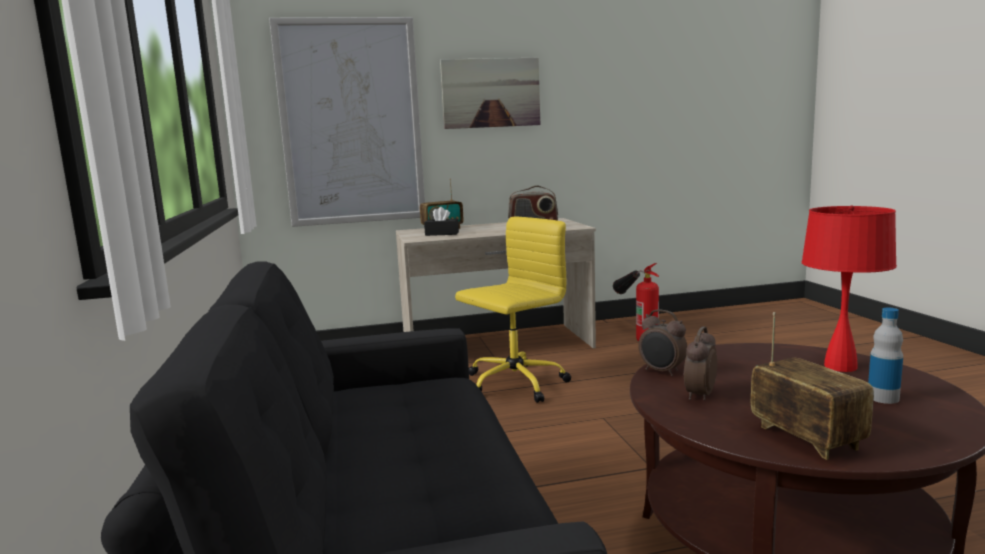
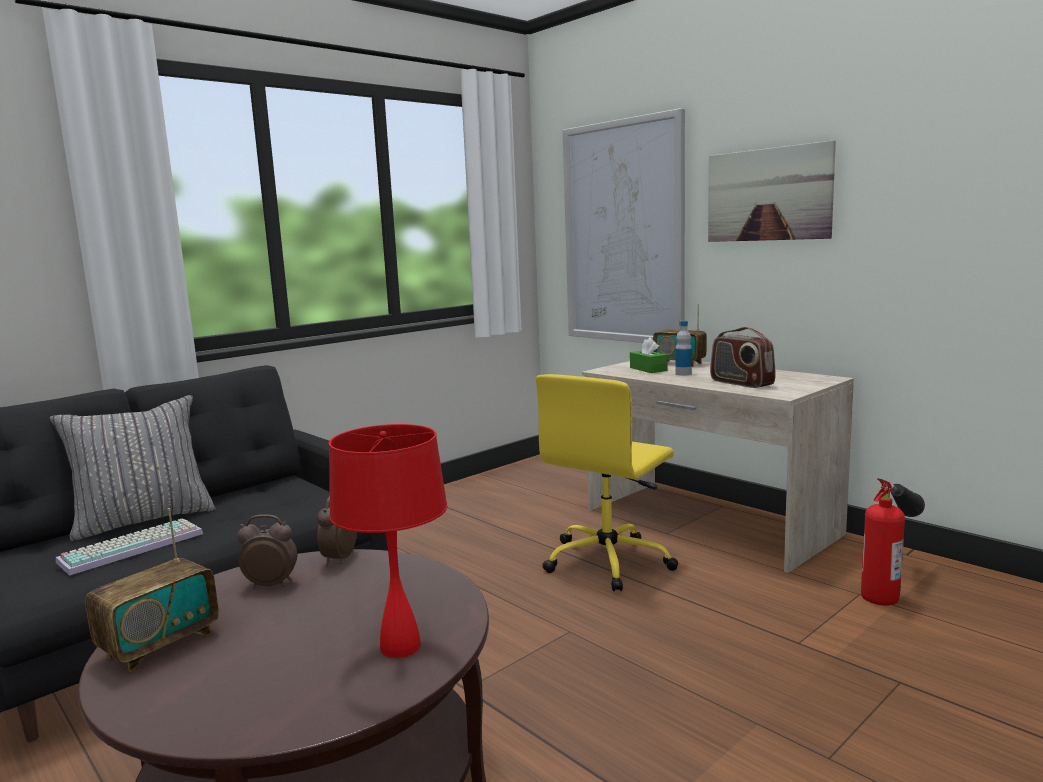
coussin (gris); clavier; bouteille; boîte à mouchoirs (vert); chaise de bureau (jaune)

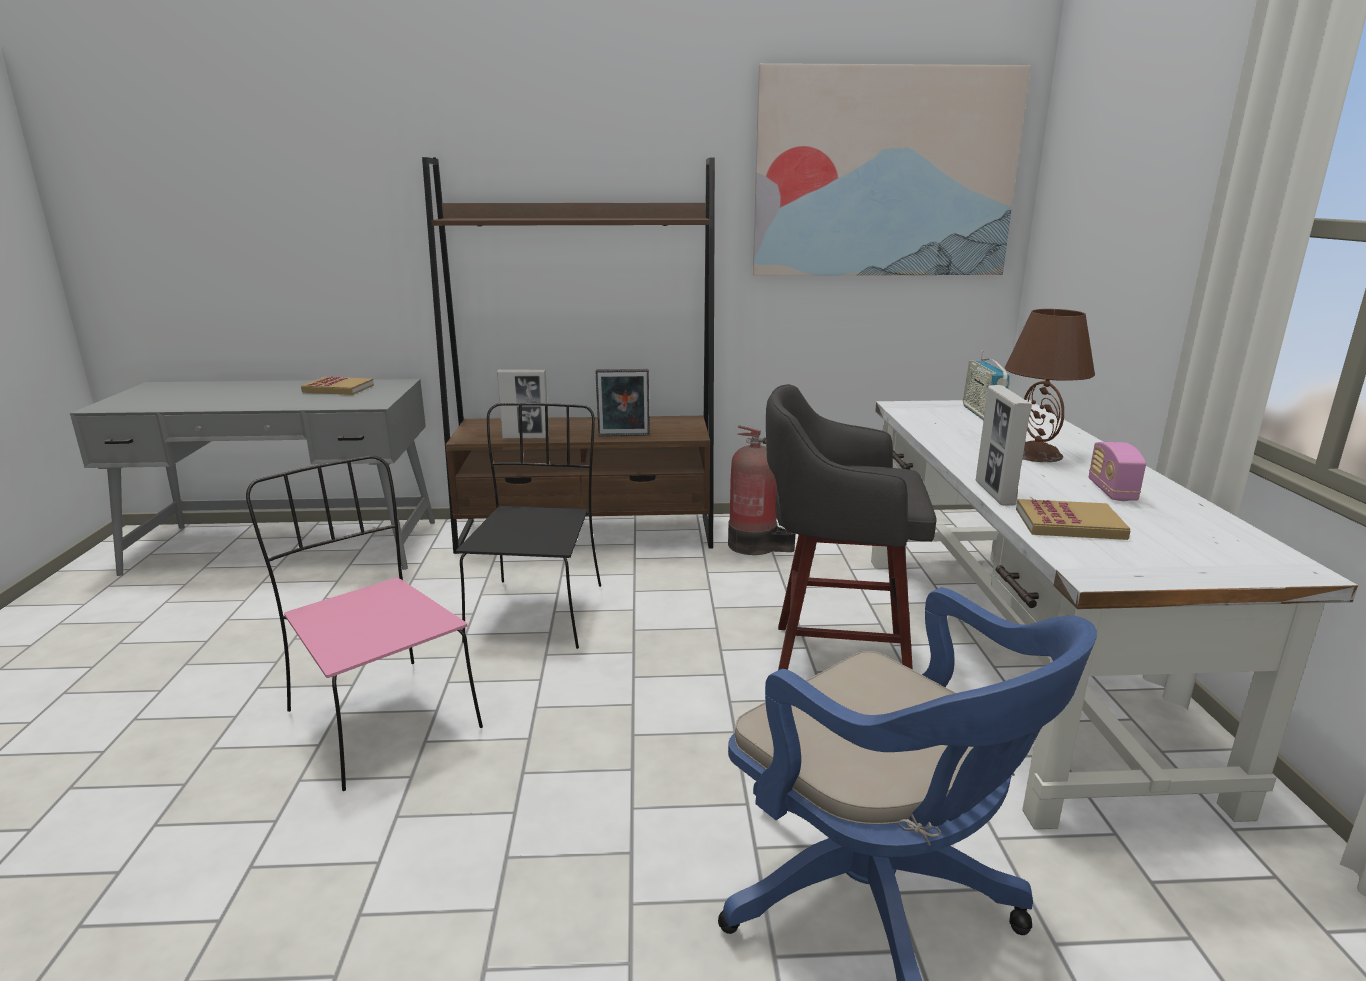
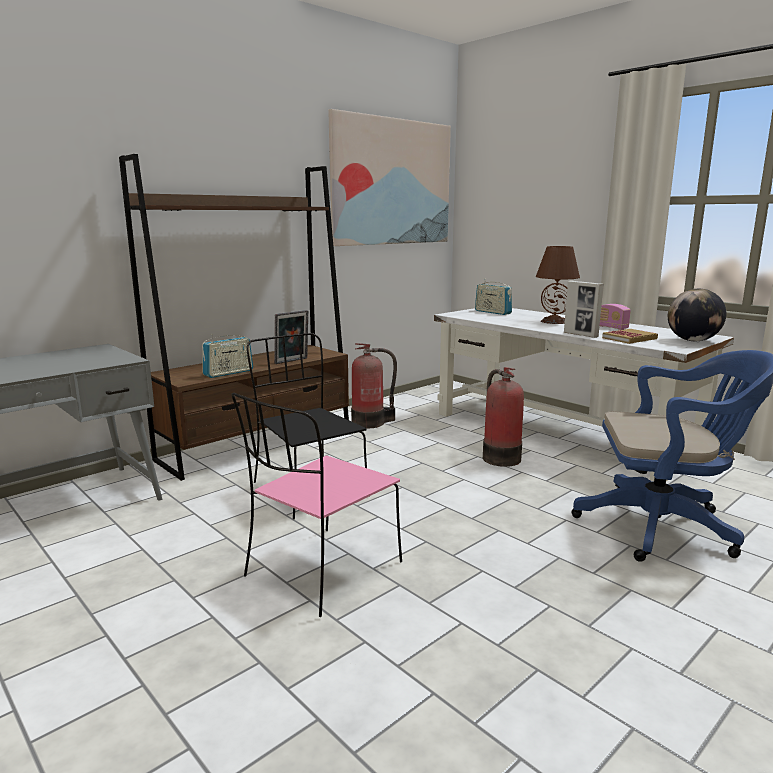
livre (1st from left in the first image); globe; radio (1st from left); extincteur (2nd from left); chaise (rose)

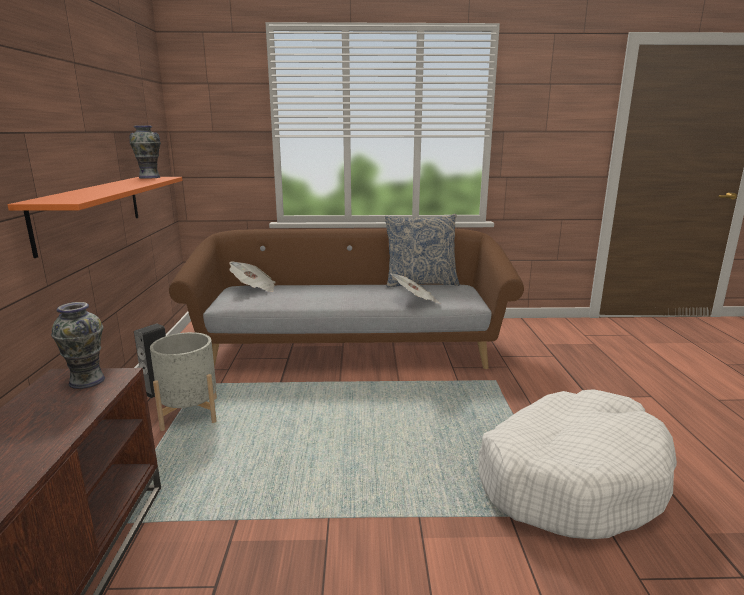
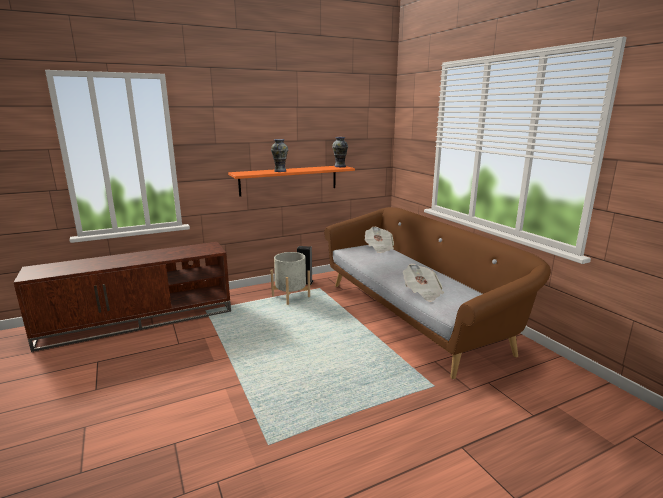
coussin; panier pour chien (blanc); vase (1st from left)

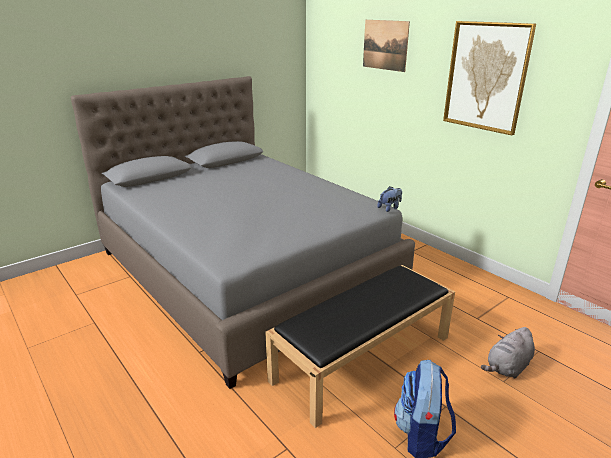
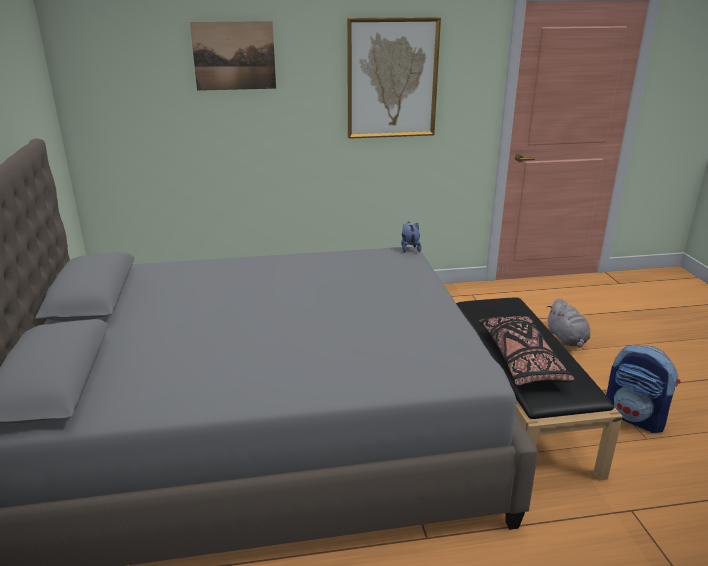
coussin (noir)

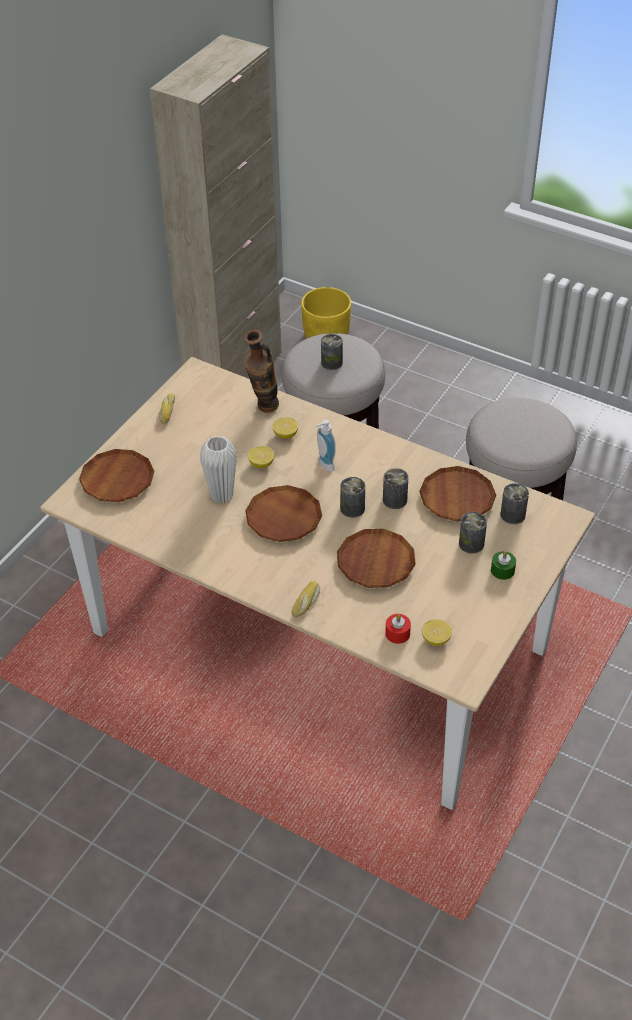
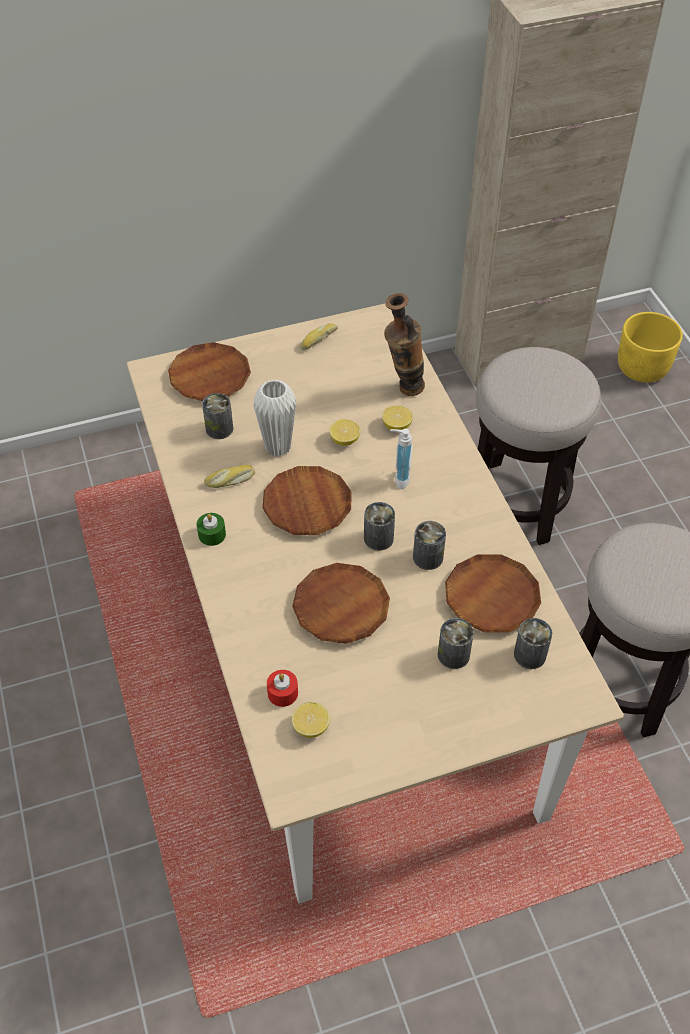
pain (1st from left); boîte métallique (1st from left); bougie (vert)

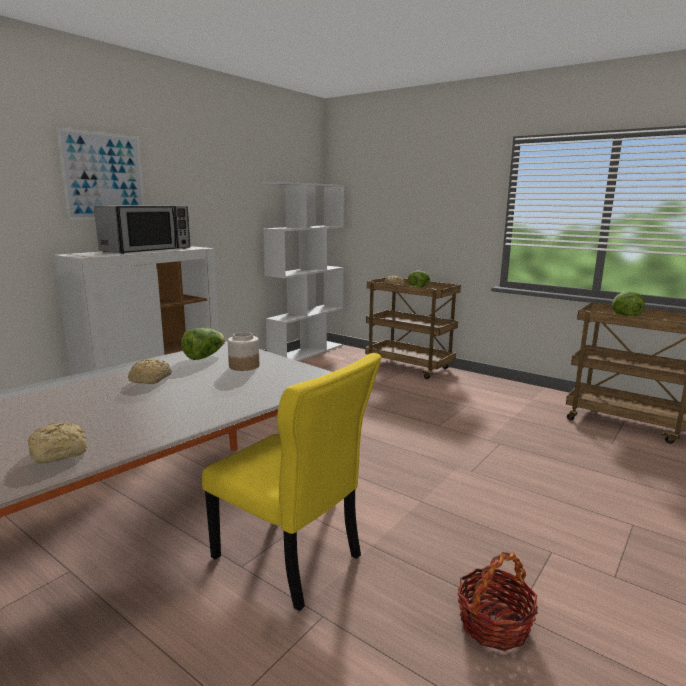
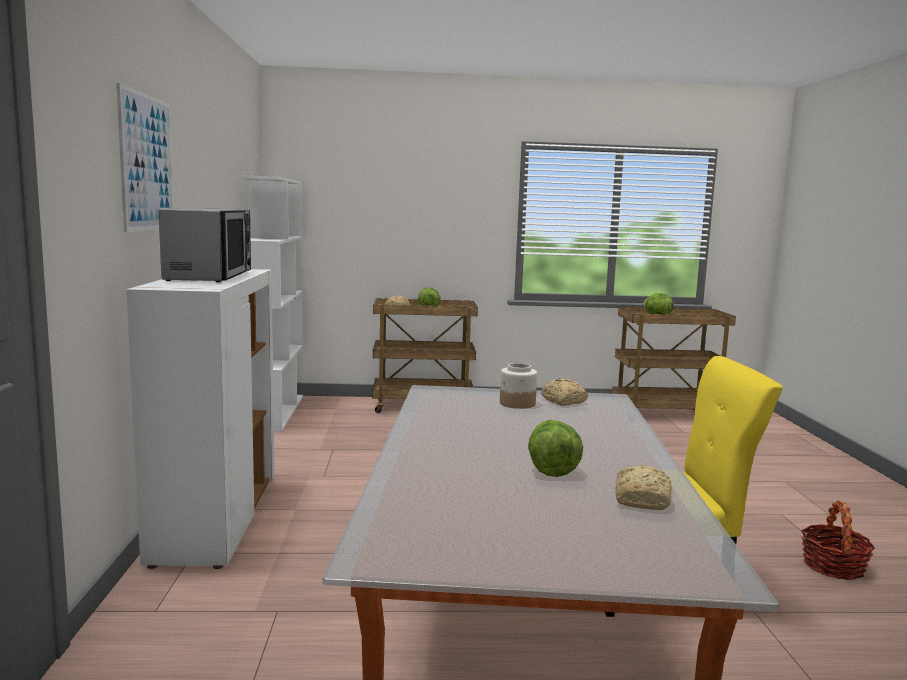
pain (2nd from left); laitue (2nd from left)

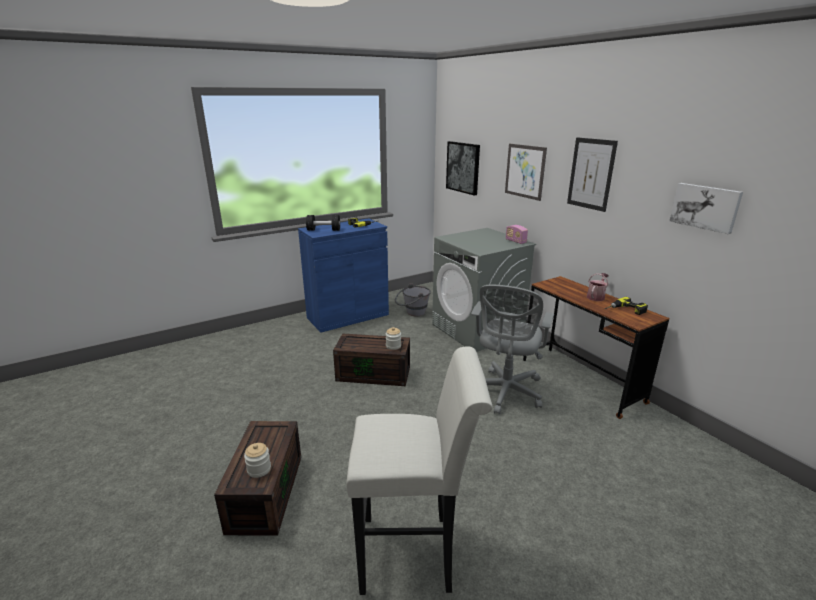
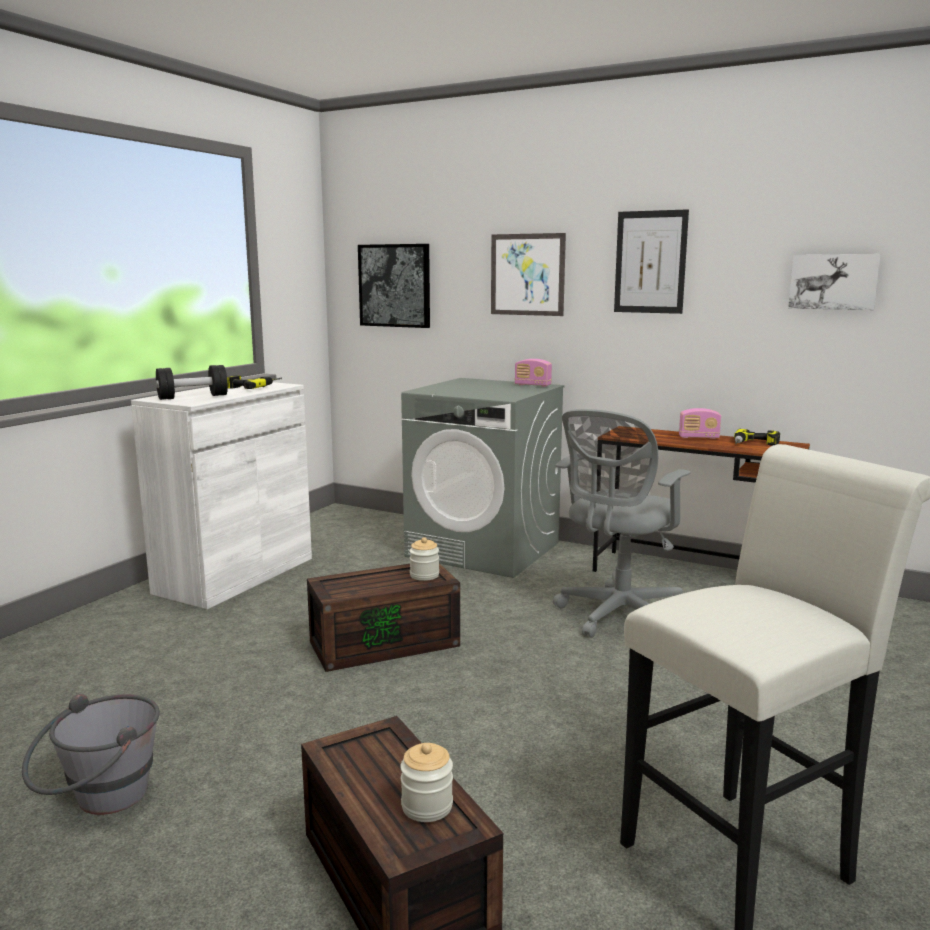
seau (gris); radio (2nd from left); meuble de rangement (blanc); chaise de bureau (gris)

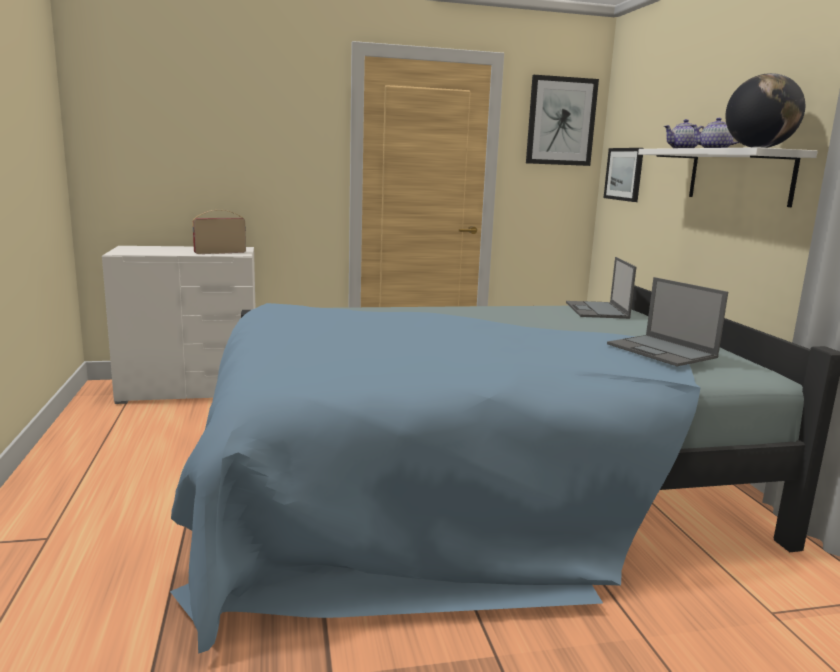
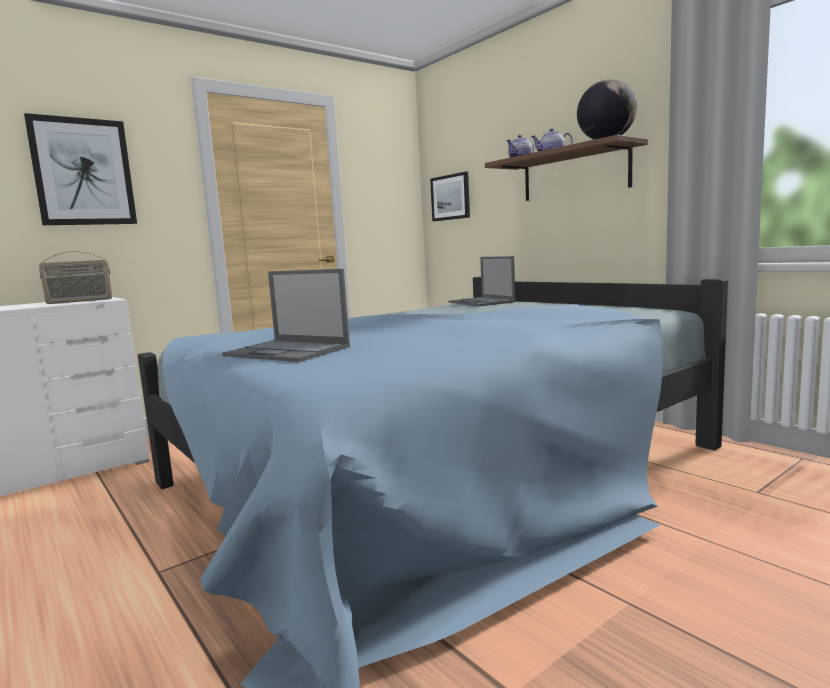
tableau (1st from left); ordinateur portable (1st from left); étagère (marron); radio

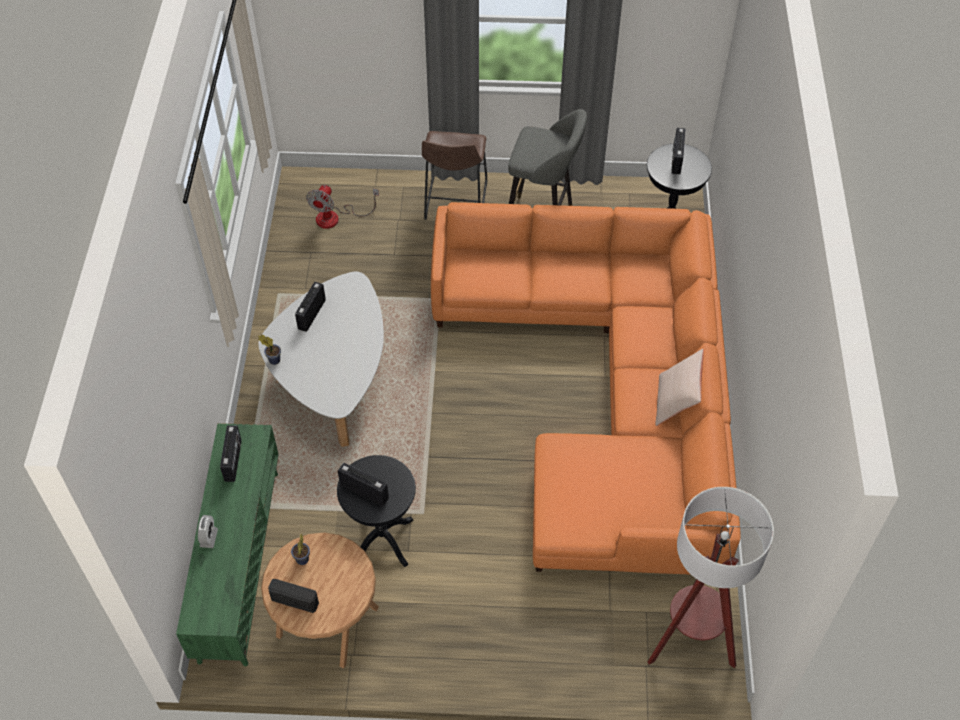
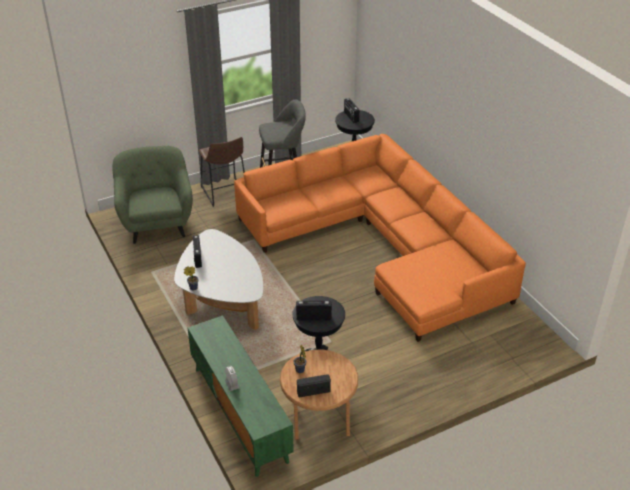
radio (1st from left in the first image); lampadaire; coussin (beige); fauteuil (vert)

